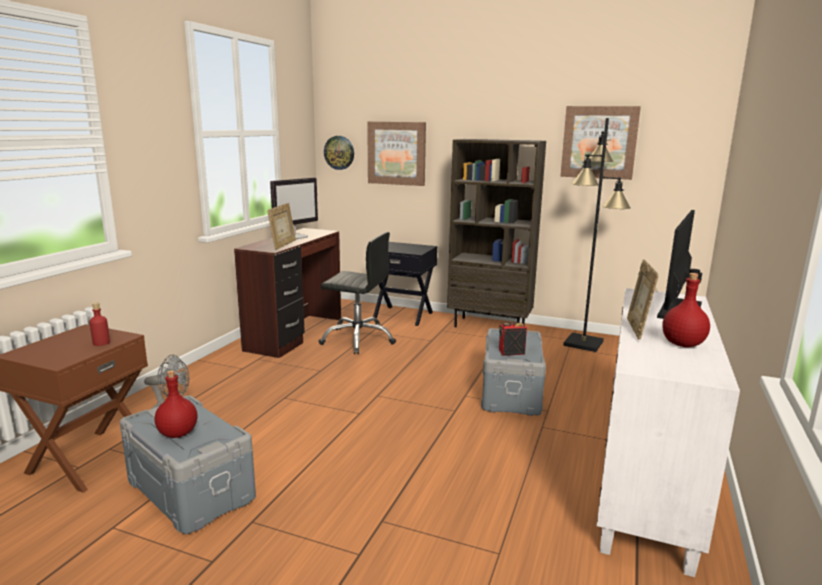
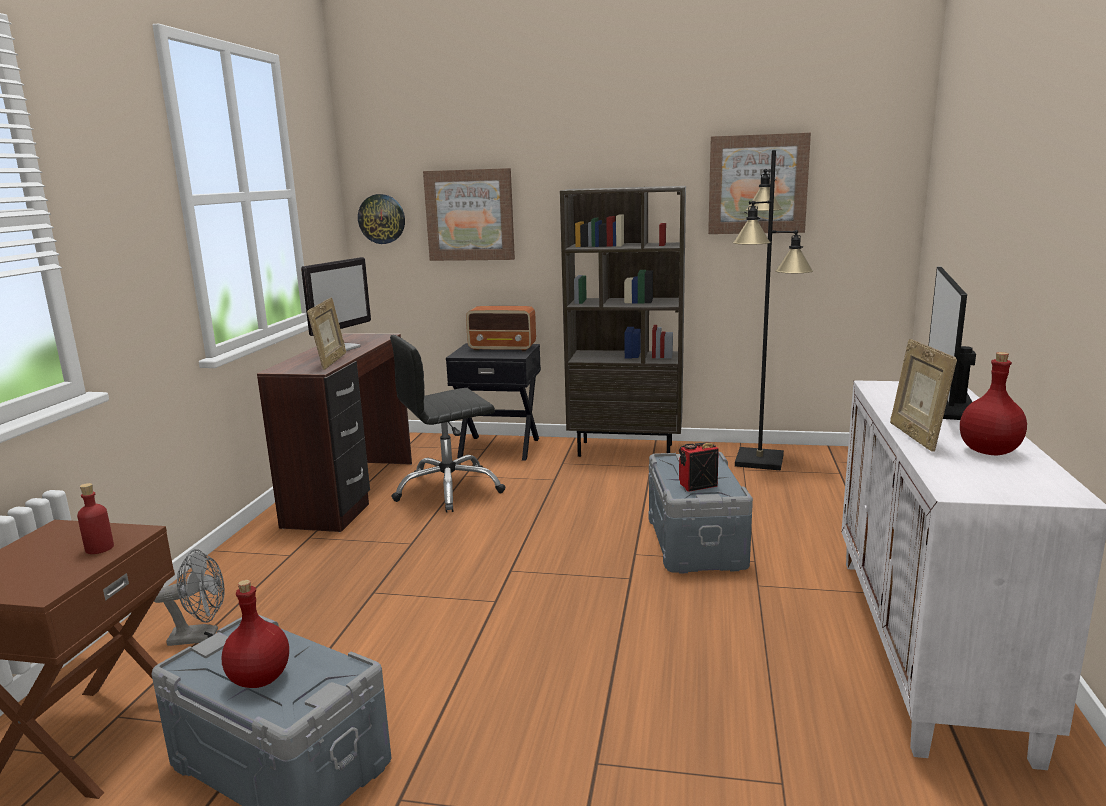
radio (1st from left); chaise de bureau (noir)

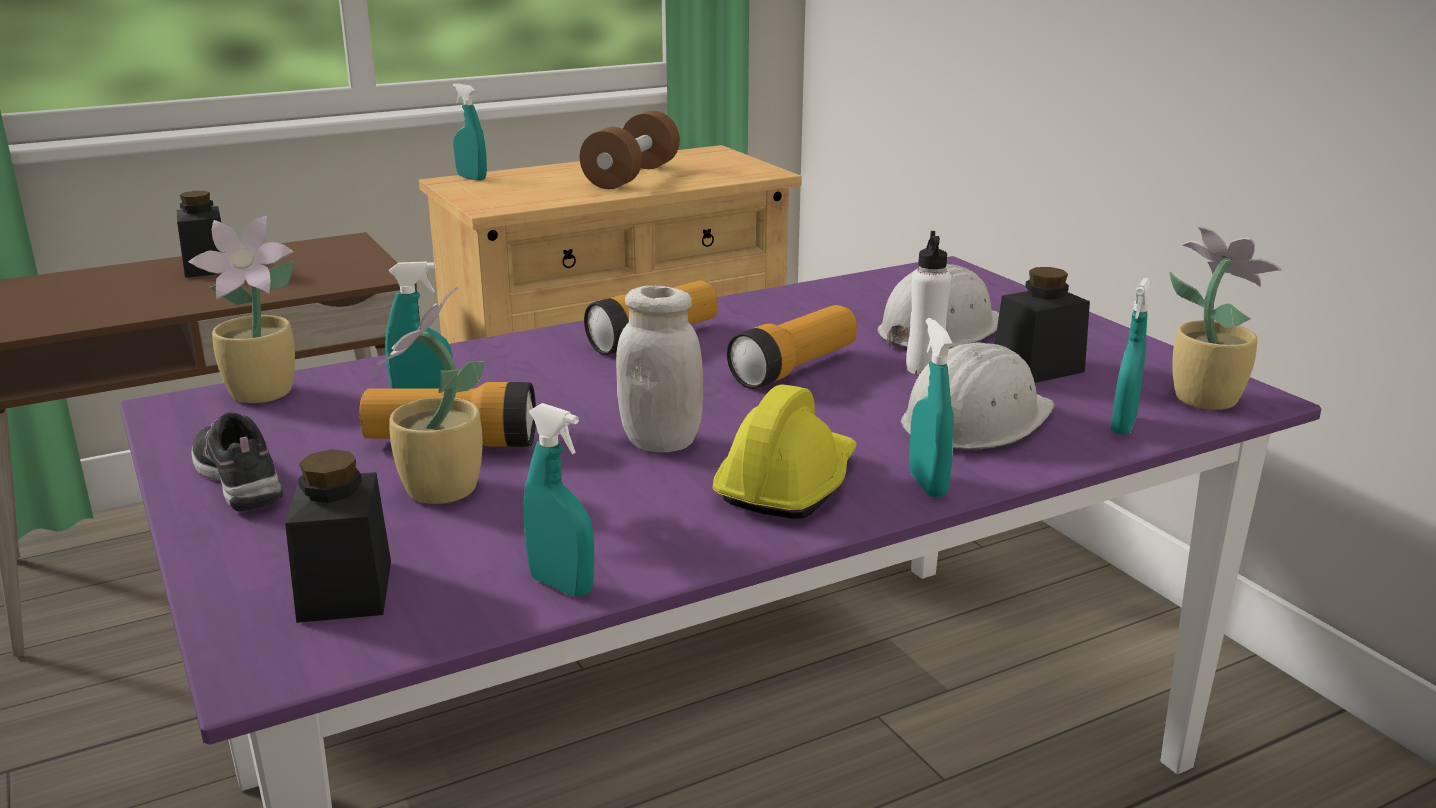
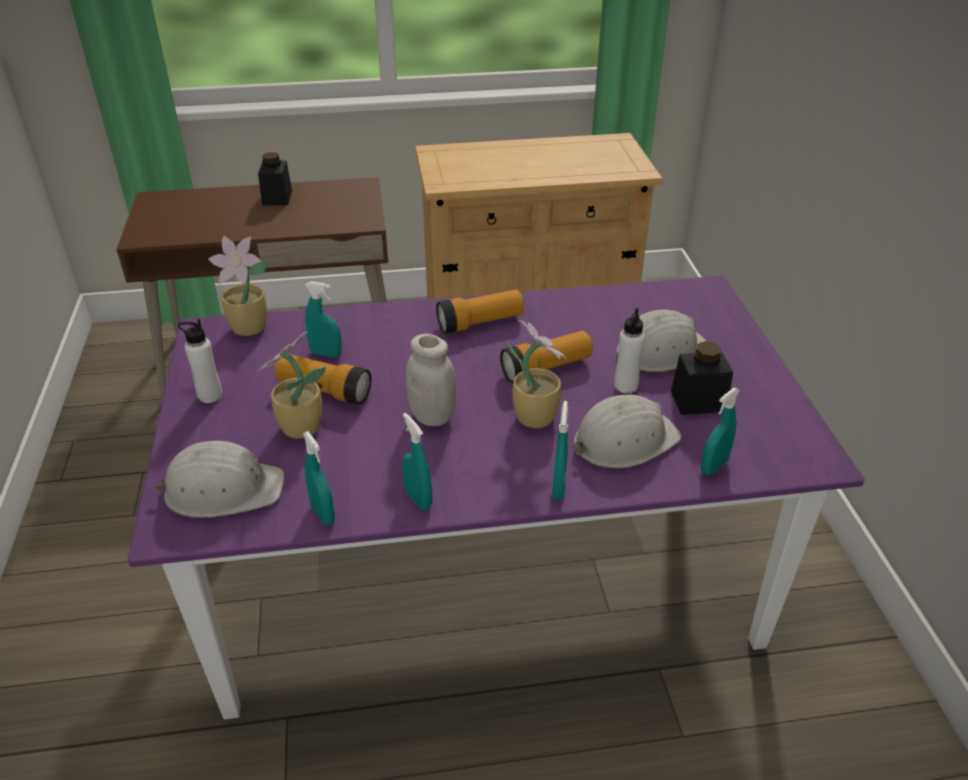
haltère (marron); casque de chantier (jaune); vaporisateur (turquoise) (3rd from left); plante en pot (3rd from left); bouteille (blanc) (1st from left); casque de chantier (blanc) (1st from left)

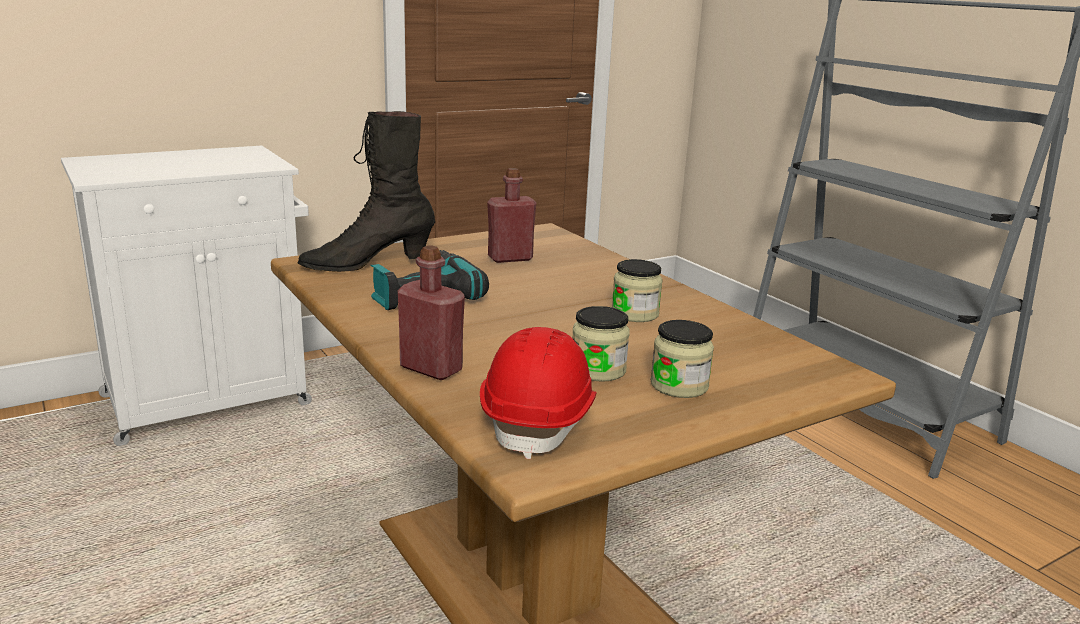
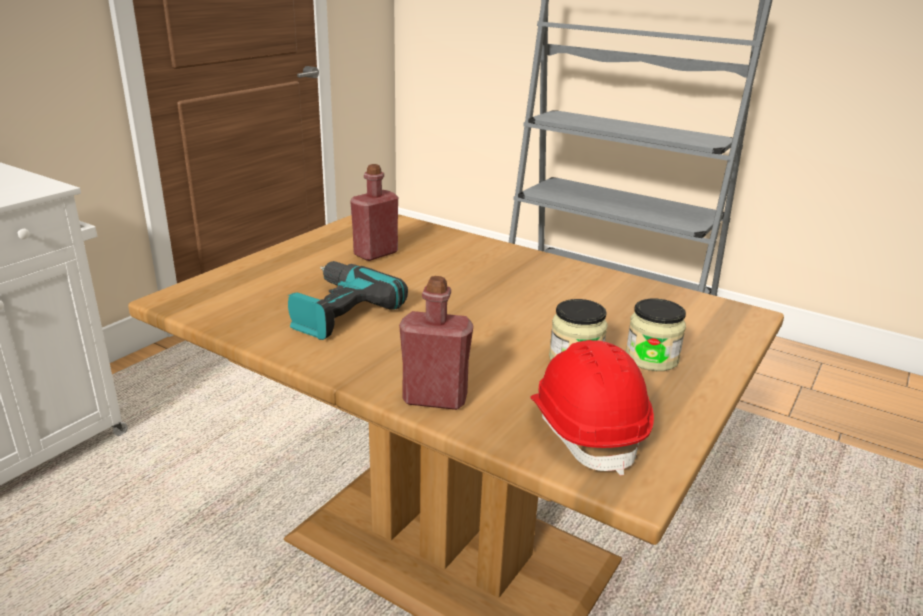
botte (noir); bocal (2nd from left in the first image)

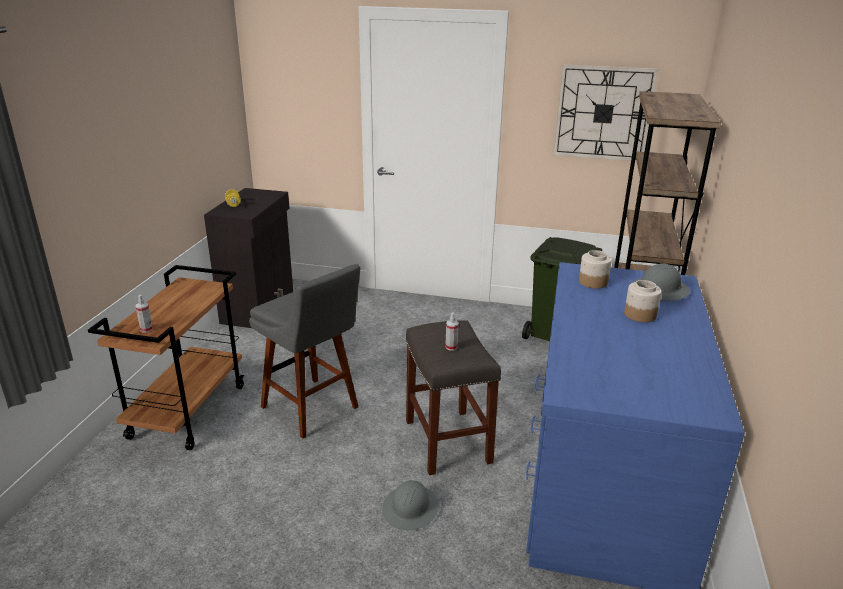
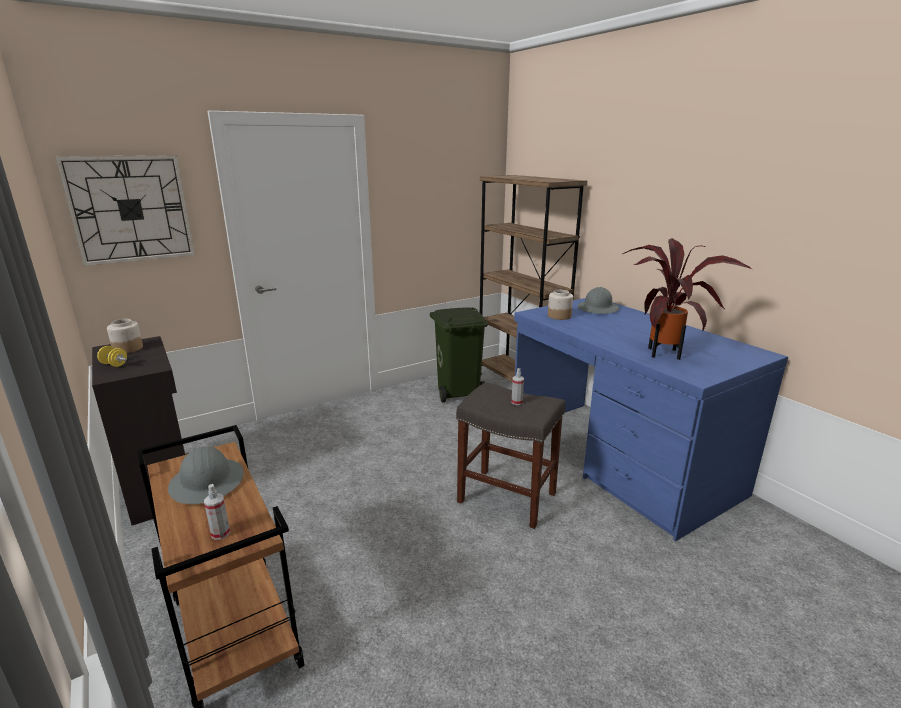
tabouret (gris) (1st from left in the first image); plante en pot; casque de chantier (gris) (1st from left); horloge murale; bocal (1st from left)

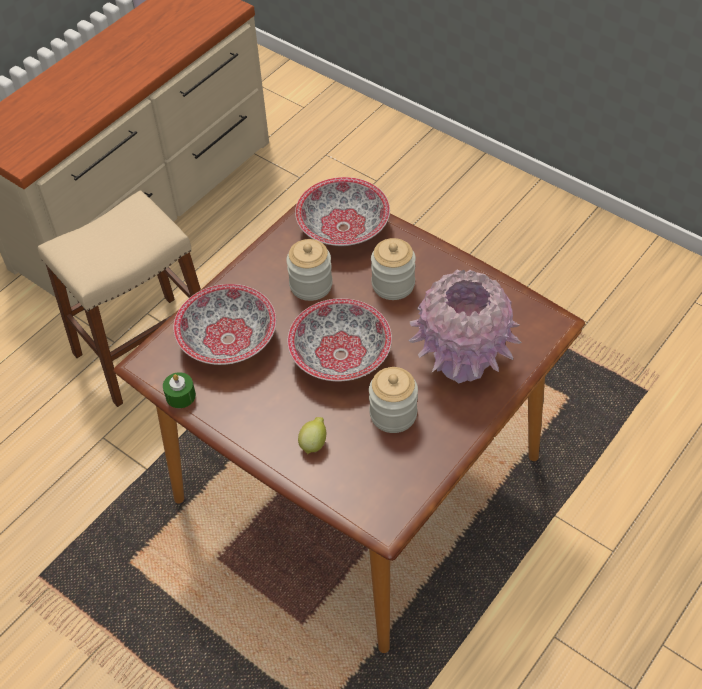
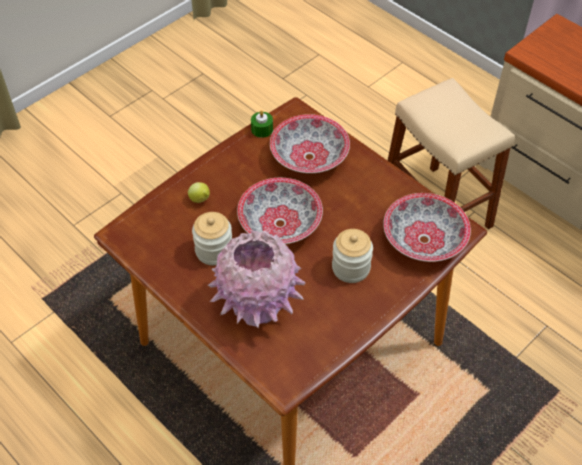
bocal (1st from left in the first image)

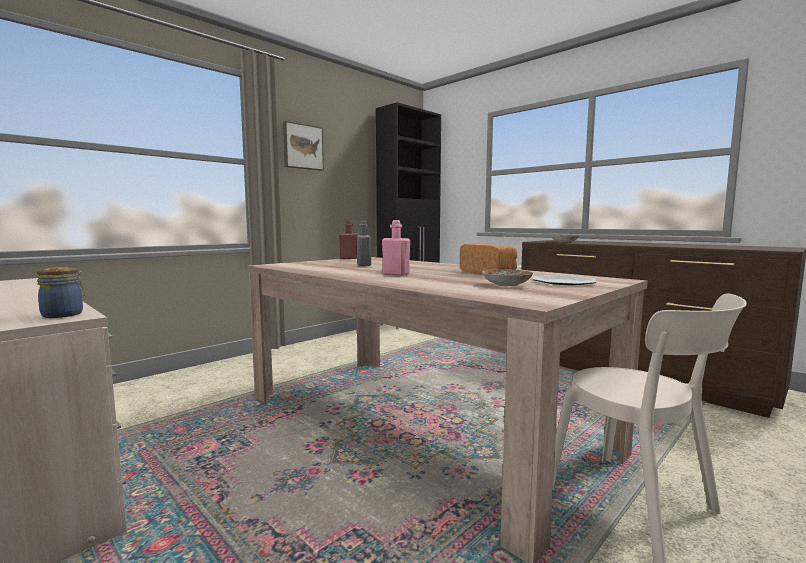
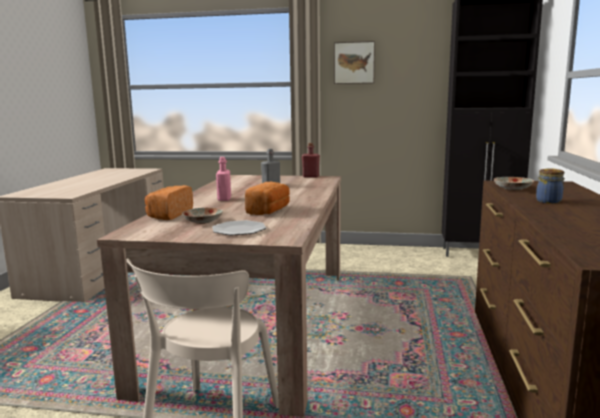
pain (1st from left); bocal

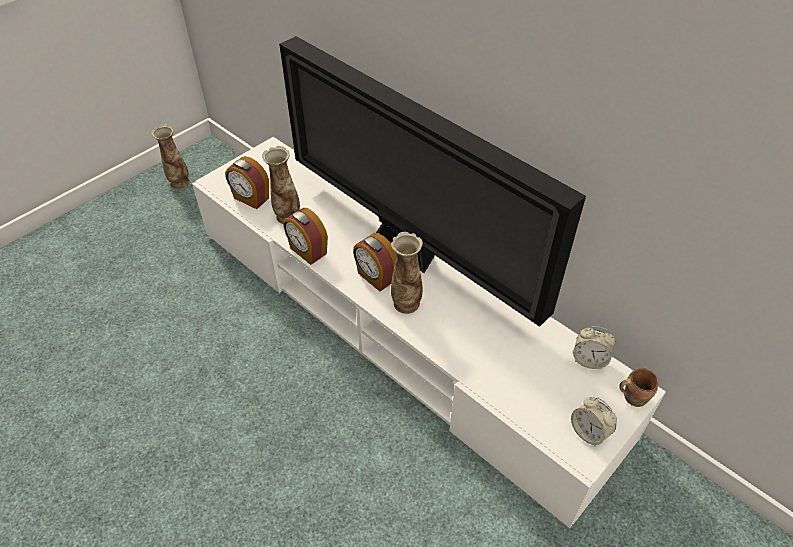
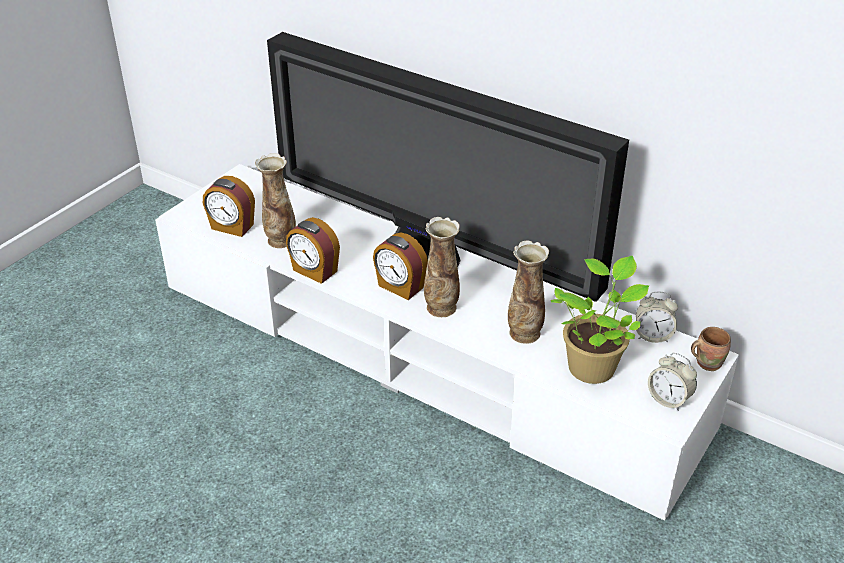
plante en pot; vase (3rd from left)

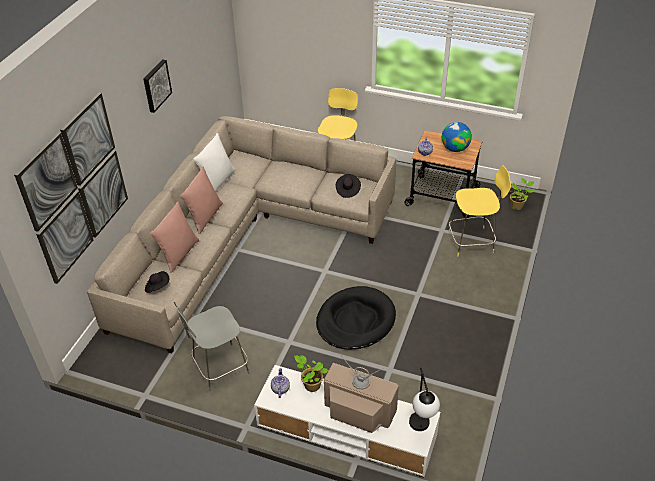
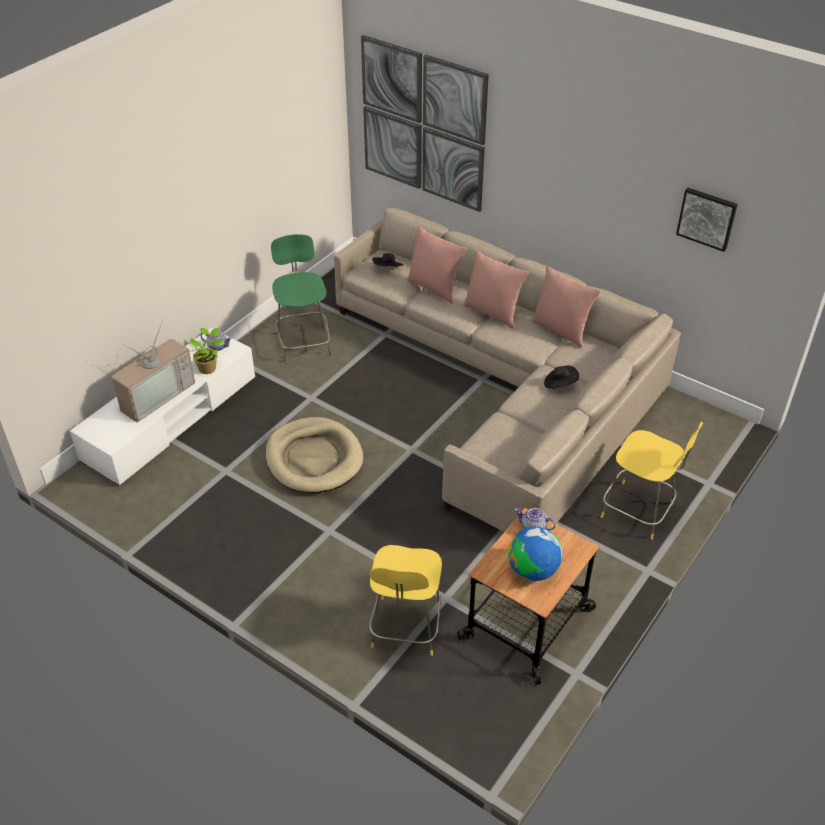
lampe de table; plante en pot (2nd from left in the first image); tableau (2nd from left); chapeau (noir) (2nd from left); tabouret (vert); coussin (rose) (3rd from left); panier pour chien (beige)

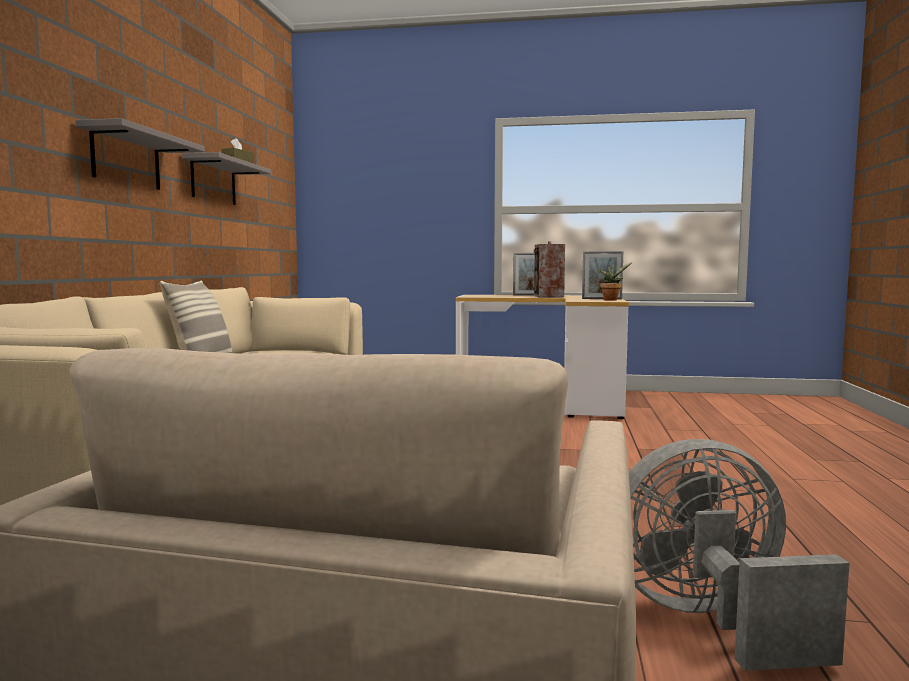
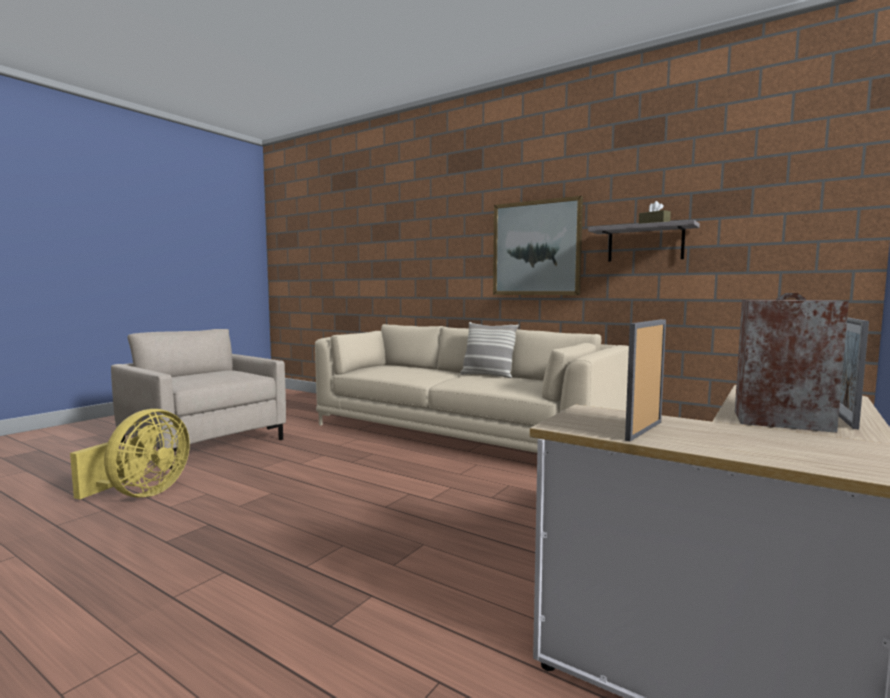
plante en pot; tableau; ventilateur (jaune)

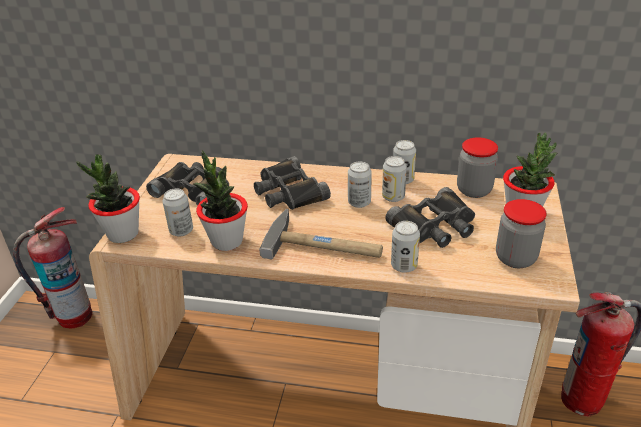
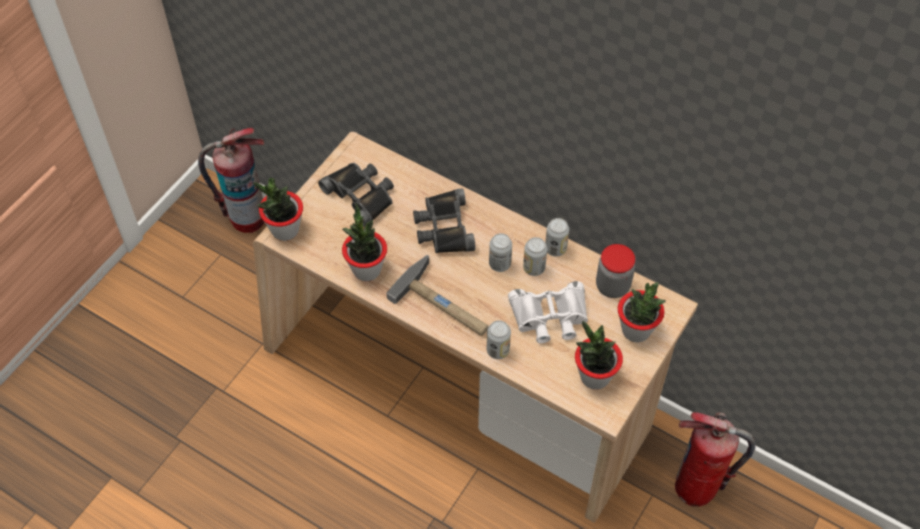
boîte métallique (1st from left in the first image); plante en pot (3rd from left); jumelles (blanc)

